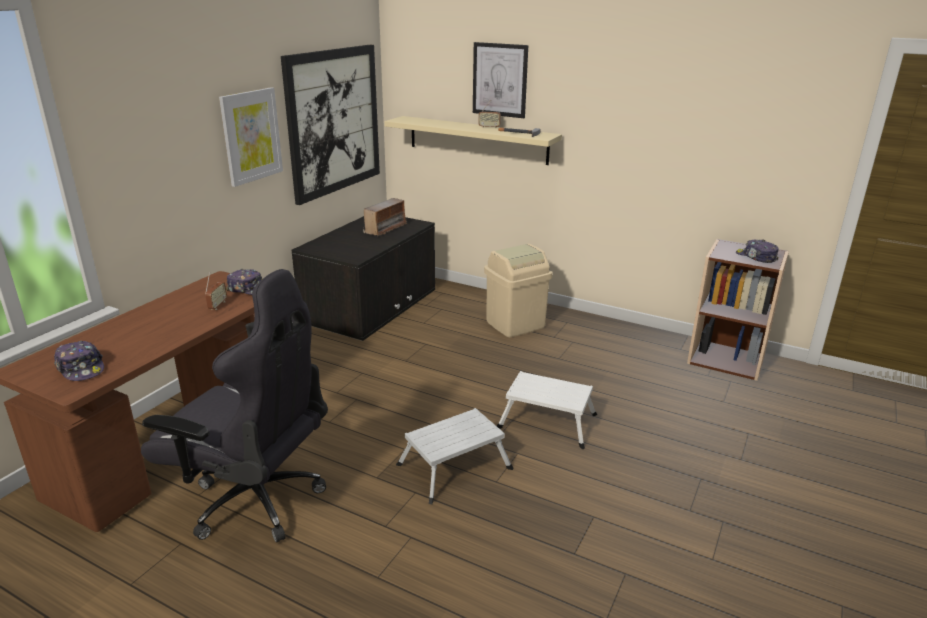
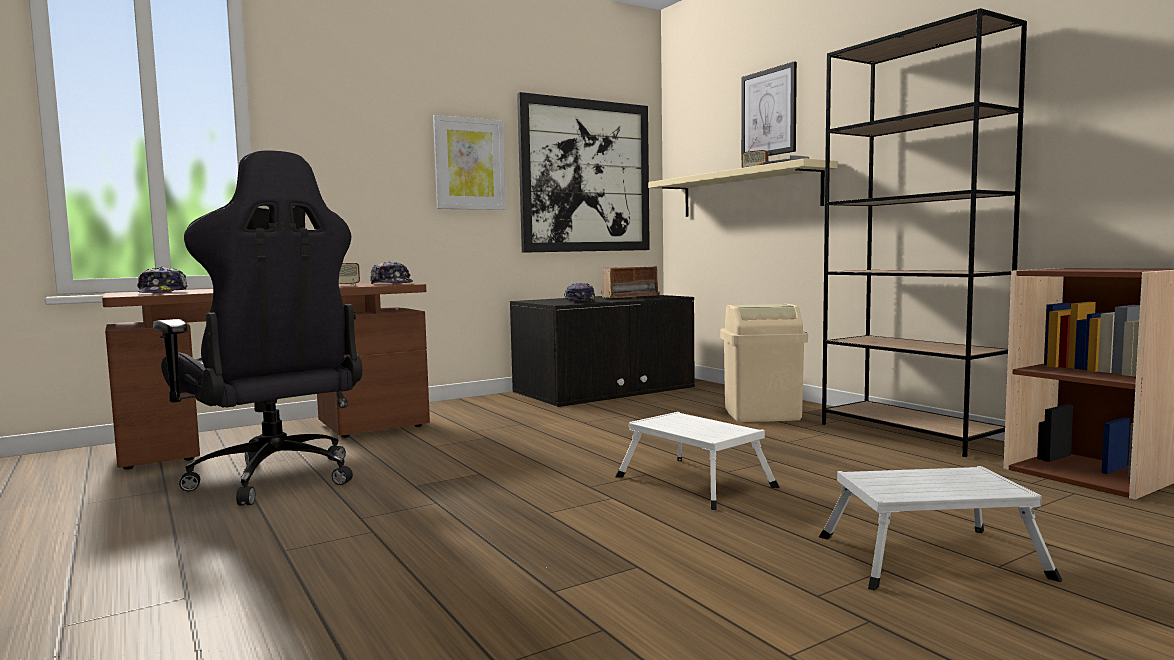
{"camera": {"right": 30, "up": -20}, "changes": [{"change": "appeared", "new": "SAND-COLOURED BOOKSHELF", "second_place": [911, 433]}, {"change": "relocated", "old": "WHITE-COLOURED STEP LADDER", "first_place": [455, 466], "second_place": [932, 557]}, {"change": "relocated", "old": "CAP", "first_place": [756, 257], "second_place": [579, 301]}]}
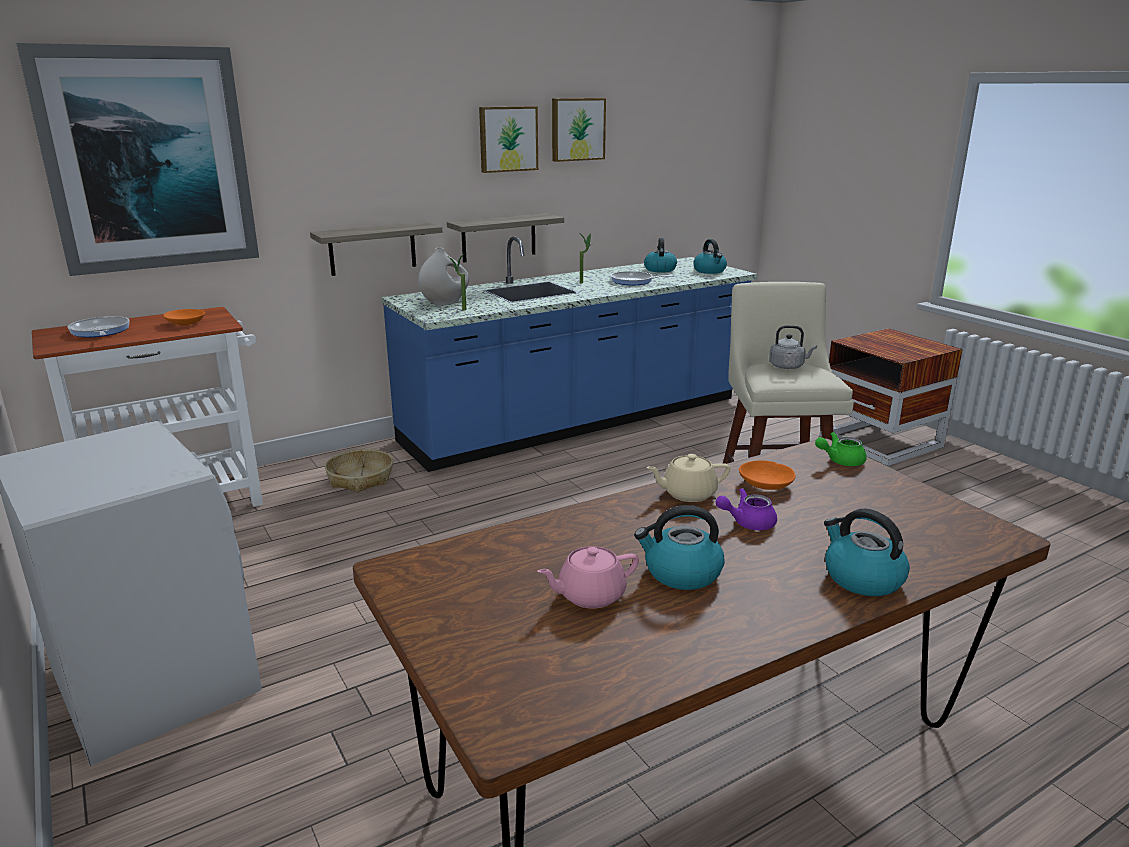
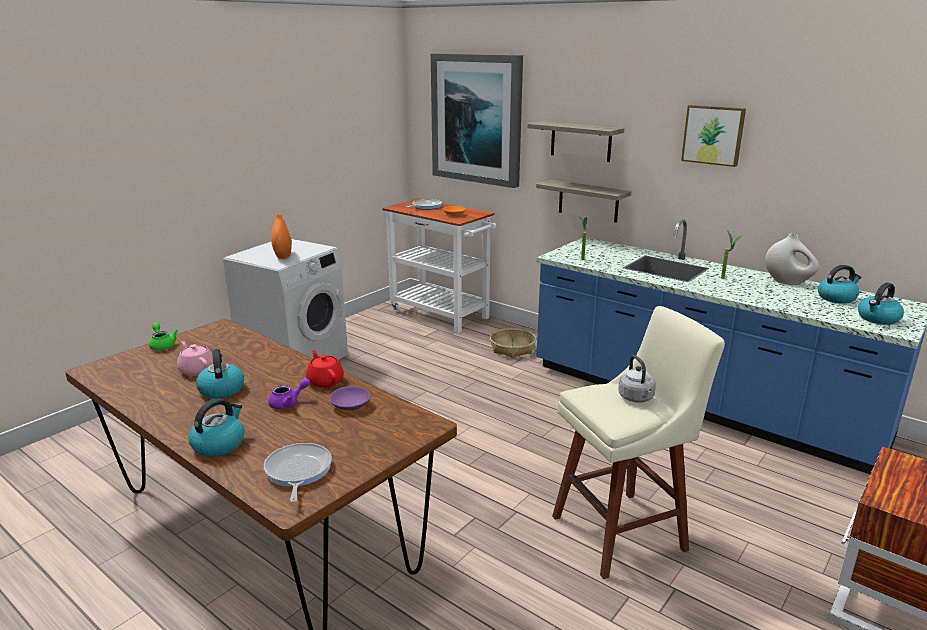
{"camera": {"right": 70, "up": 0}, "changes": [{"change": "missing", "old": "WALL ART", "first_place": [577, 129]}, {"change": "appeared", "new": "ORANGE FLOWER VASE", "second_place": [283, 256]}, {"change": "relocated", "old": "WHITE-COLOURED FLOWER VASE", "first_place": [445, 303], "second_place": [787, 282]}, {"change": "relocated", "old": "SHELF", "first_place": [499, 237], "second_place": [580, 141]}, {"change": "relocated", "old": "FRYING PAN", "first_place": [634, 281], "second_place": [297, 472]}, {"change": "relocated", "old": "GREEN-COLOURED TEAPOT", "first_place": [840, 461], "second_place": [162, 345]}, {"change": "colour", "old": "SAND-COLOURED TEAPOT", "new": "RED-COLOURED TEAPOT", "first_place": [688, 494], "second_place": [325, 381]}, {"change": "colour", "old": "ORANGE DEEP DISH", "new": "PURPLE DEEP DISH", "first_place": [766, 484], "second_place": [350, 405]}, {"change": "spun", "old": "PURPLE TEAPOT", "first_place": [747, 523], "second_place": [288, 403], "degrees": 90}]}
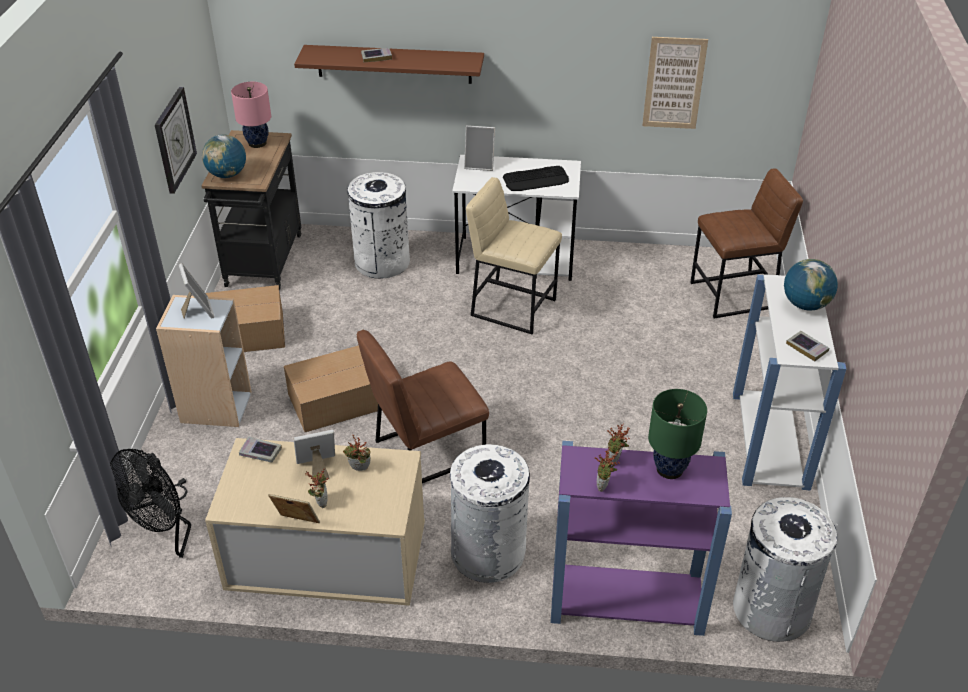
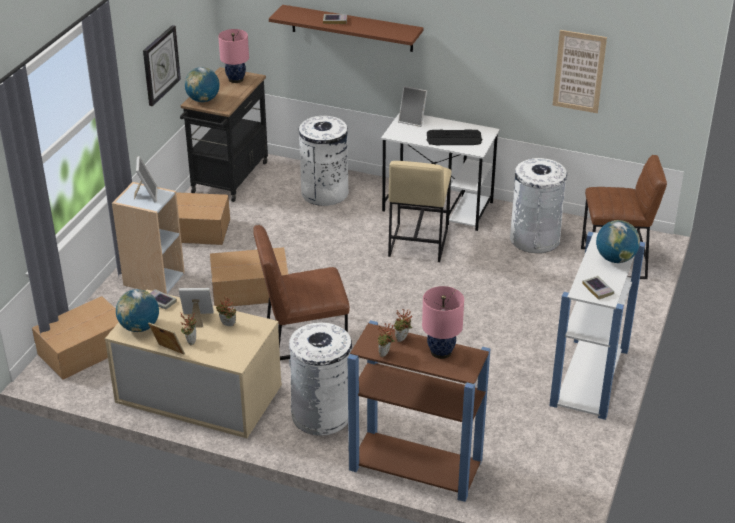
{"camera": {"right": 15, "up": -5}, "changes": [{"change": "appeared", "new": "GLOBE", "second_place": [139, 327]}, {"change": "relocated", "old": "WHITE-COLOURED TRASH CAN", "first_place": [771, 608], "second_place": [534, 239]}, {"change": "exchanged", "old": "BLACK FAN", "new": "CARDBOARD BOX", "first_place": [161, 521], "second_place": [86, 349]}, {"change": "colour", "old": "PURPLE BOOKSHELF", "new": "BROWN-COLOURED BOOKSHELF", "first_place": [625, 597], "second_place": [415, 464]}, {"change": "colour", "old": "GREEN-COLOURED LAMP FOR A TABLE", "new": "PINK LAMP FOR A TABLE", "first_place": [670, 469], "second_place": [441, 352]}, {"change": "spun", "old": "SAND-COLOURED CHAIR", "first_place": [512, 307], "second_place": [418, 243], "degrees": -120}]}
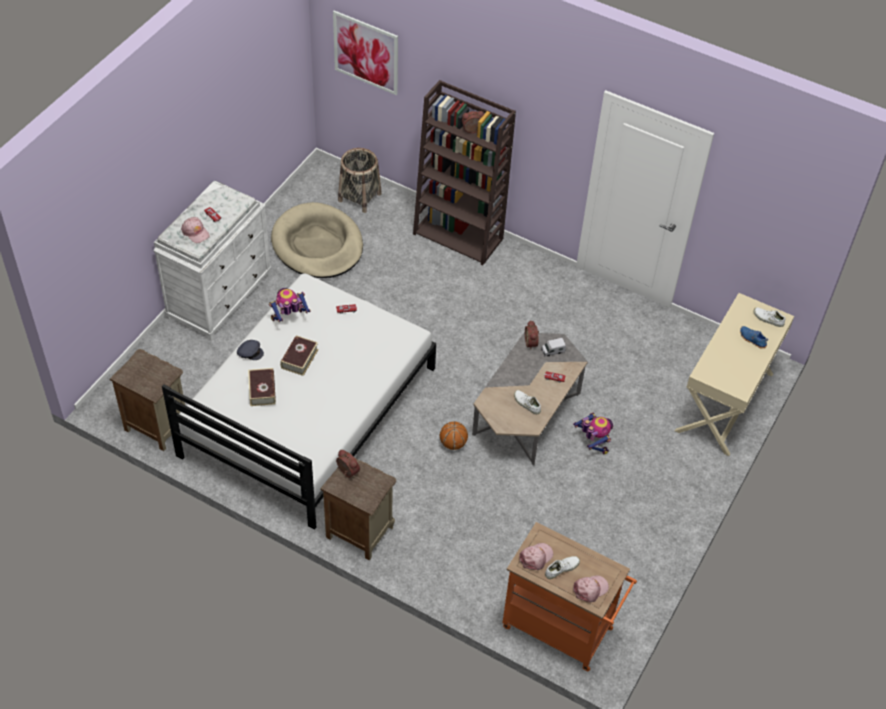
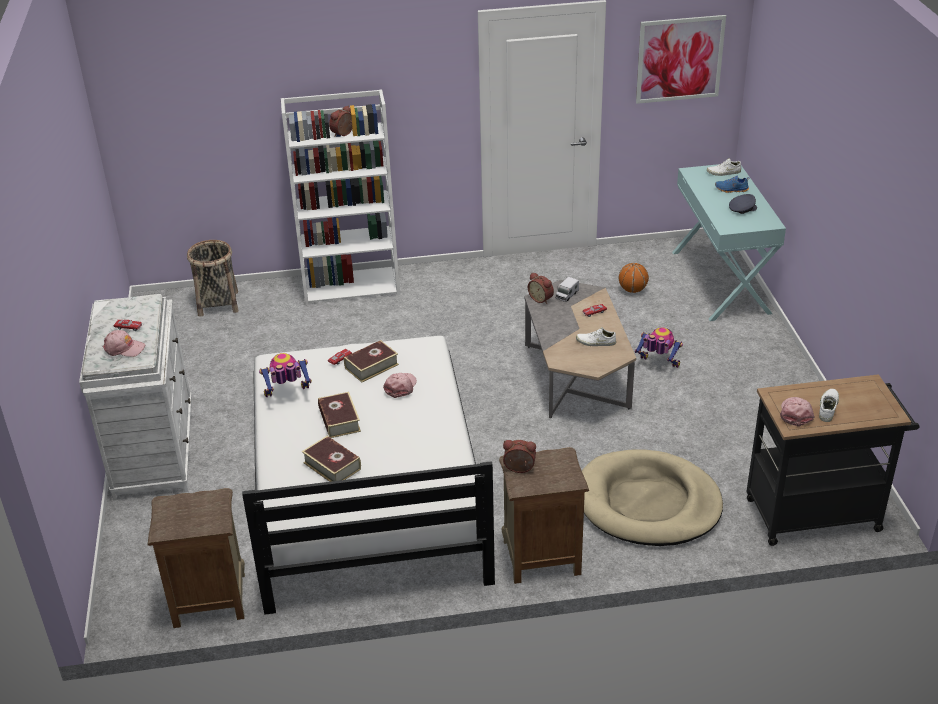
{"camera": {"right": -35, "up": -15}, "changes": [{"change": "appeared", "new": "BOUND BOOK", "second_place": [371, 366]}, {"change": "relocated", "old": "GREYISH CAP", "first_place": [250, 352], "second_place": [742, 209]}, {"change": "relocated", "old": "SAND-COLOURED PET BED", "first_place": [317, 245], "second_place": [648, 503]}, {"change": "relocated", "old": "WALL ART", "first_place": [366, 52], "second_place": [679, 59]}, {"change": "relocated", "old": "BALL FOR BASKETBALL", "first_place": [453, 443], "second_place": [632, 290]}, {"change": "relocated", "old": "PINK CAP", "first_place": [590, 589], "second_place": [400, 387]}, {"change": "colour", "old": "BROWN-COLOURED BOOKSHELF", "new": "WHITE-COLOURED BOOKSHELF", "first_place": [459, 236], "second_place": [352, 286]}, {"change": "colour", "old": "ORANGE TROLLEY", "new": "BLACK TROLLEY", "first_place": [560, 629], "second_place": [816, 515]}, {"change": "colour", "old": "SAND-COLOURED DESK UNIT", "new": "TURQUOISE-COLOURED DESK UNIT", "first_place": [725, 402], "second_place": [721, 282]}, {"change": "spun", "old": "MODEL ROBOT", "first_place": [289, 318], "second_place": [288, 395], "degrees": 45}]}
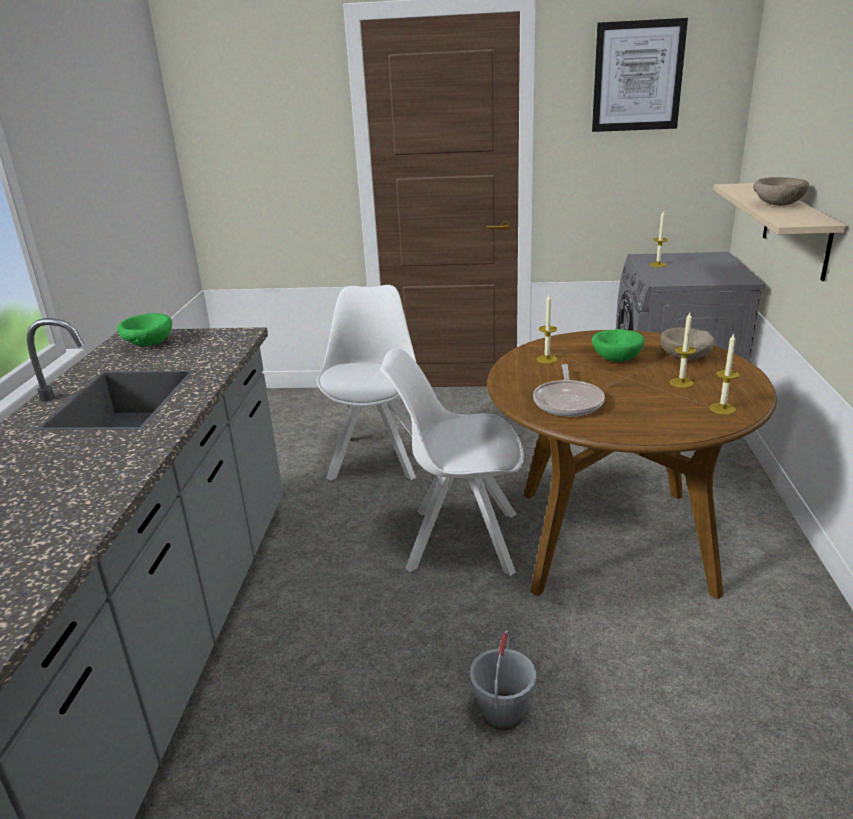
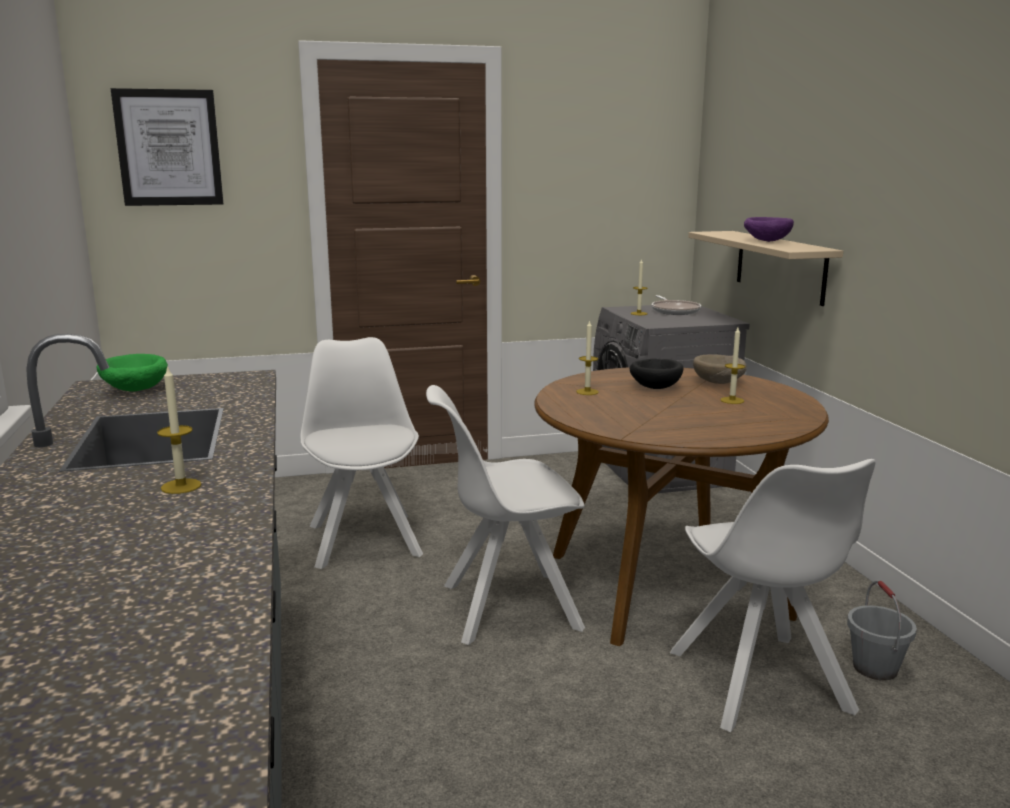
{"camera": {"right": -20, "up": -10}, "changes": [{"change": "appeared", "new": "WHITE-COLOURED CHAIR", "second_place": [759, 683]}, {"change": "relocated", "old": "GREYISH BUCKET", "first_place": [503, 713], "second_place": [875, 668]}, {"change": "relocated", "old": "FRYING PAN", "first_place": [568, 401], "second_place": [674, 311]}, {"change": "relocated", "old": "WALL ART", "first_place": [637, 76], "second_place": [169, 148]}, {"change": "relocated", "old": "WAX LIGHT", "first_place": [722, 408], "second_place": [181, 486]}, {"change": "colour", "old": "GREEN-COLOURED DEEP DISH", "new": "BLACK DEEP DISH", "first_place": [617, 358], "second_place": [655, 387]}, {"change": "colour", "old": "SAND-COLOURED DEEP DISH", "new": "PURPLE DEEP DISH", "first_place": [776, 205], "second_place": [766, 241]}]}
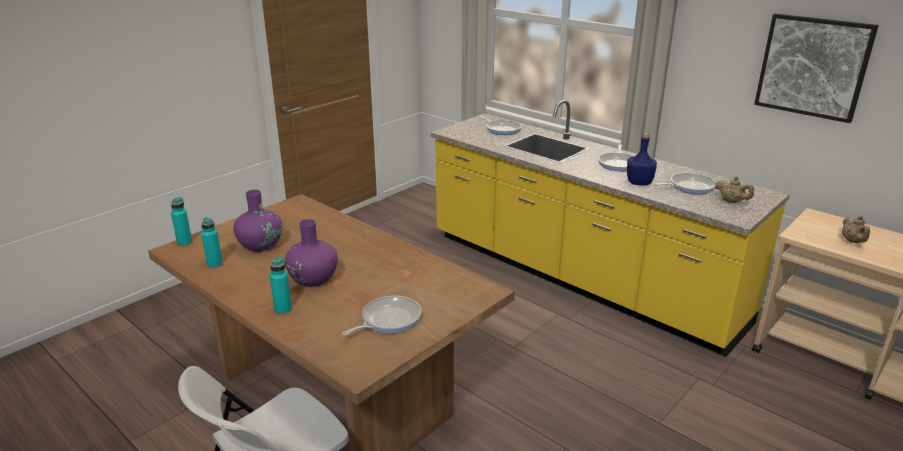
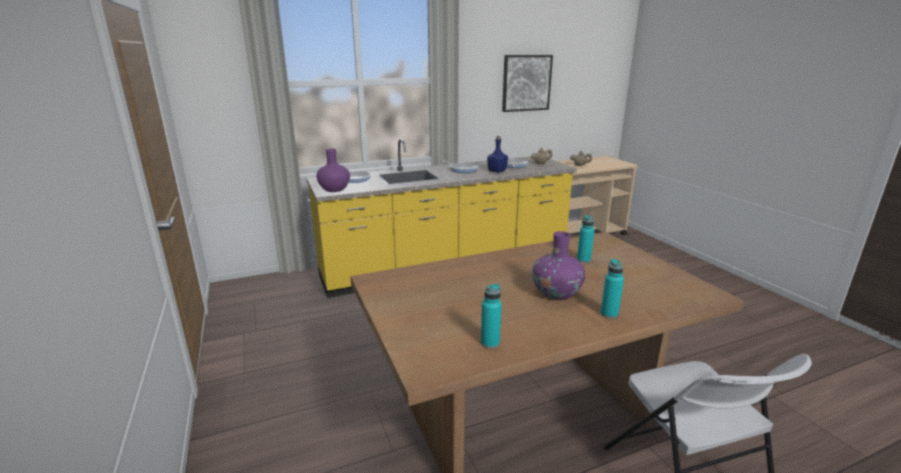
{"camera": {"right": -65, "up": -5}, "changes": [{"change": "missing", "old": "FRYING PAN", "first_place": [388, 320]}, {"change": "relocated", "old": "TURQUOISE-COLOURED DRINK BOTTLE", "first_place": [184, 243], "second_place": [583, 260]}, {"change": "relocated", "old": "PURPLE FLOWER VASE", "first_place": [260, 245], "second_place": [334, 189]}]}
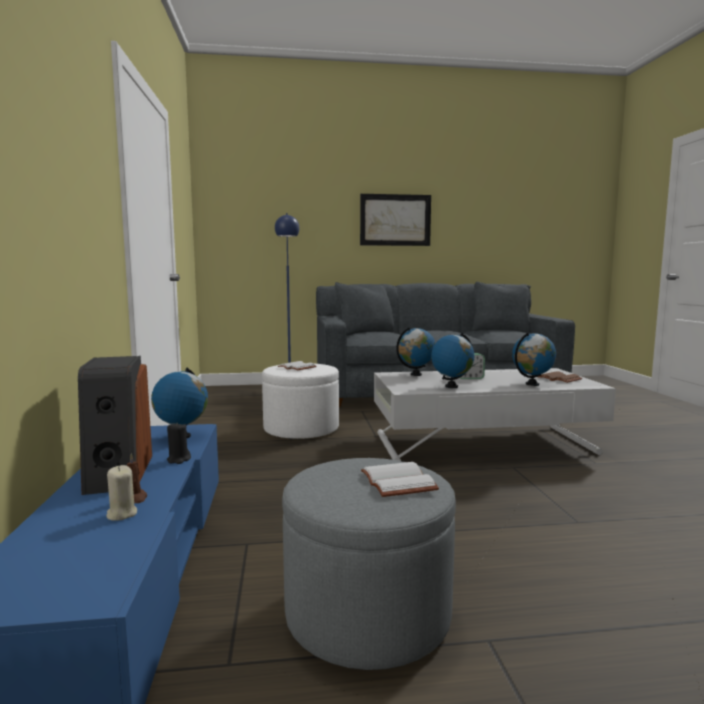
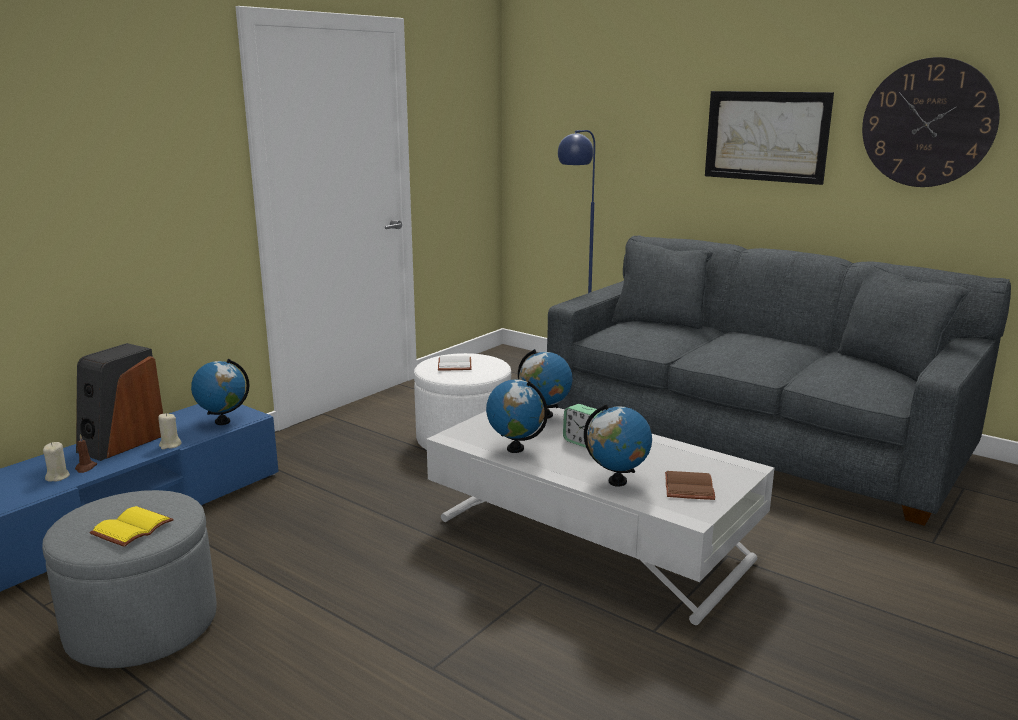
{"camera": {"right": 45, "up": 10}, "changes": [{"change": "appeared", "new": "WALL CLOCK", "second_place": [928, 123]}, {"change": "colour", "old": "BLACK WAX LIGHT", "new": "SAND-COLOURED WAX LIGHT", "first_place": [178, 459], "second_place": [170, 445]}, {"change": "colour", "old": "WHITE-COLOURED BOUND BOOK", "new": "YELLOW-COLOURED BOUND BOOK", "first_place": [400, 482], "second_place": [133, 529]}]}
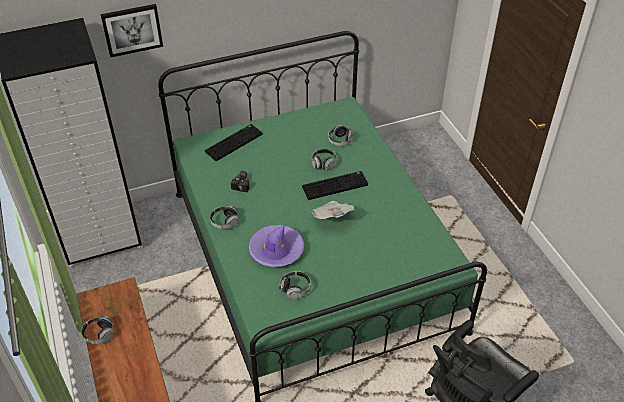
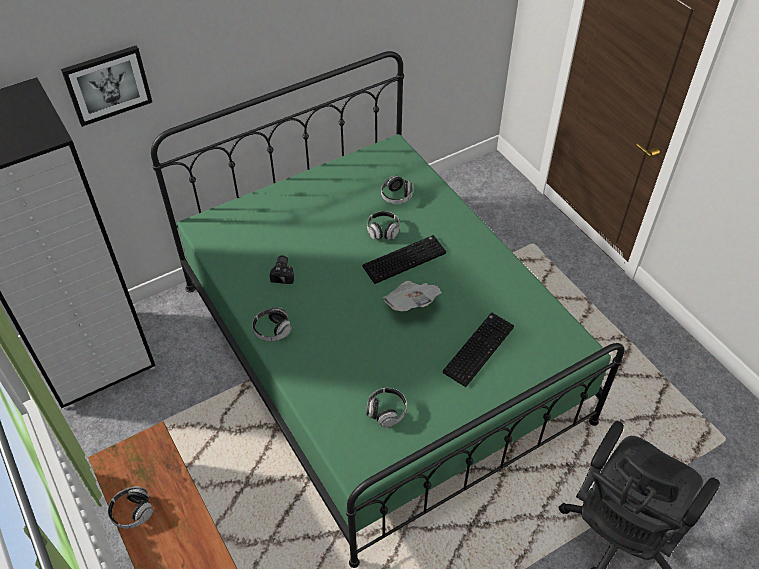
{"camera": {"right": -10, "up": 5}, "changes": [{"change": "missing", "old": "PURPLE WEARABLE HAT", "first_place": [276, 250]}, {"change": "relocated", "old": "COMPUTER KEYBOARD", "first_place": [234, 142], "second_place": [478, 348]}]}
